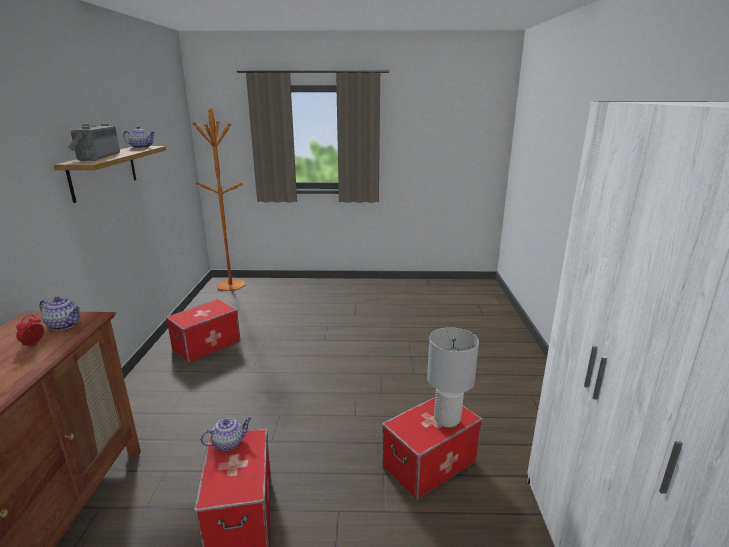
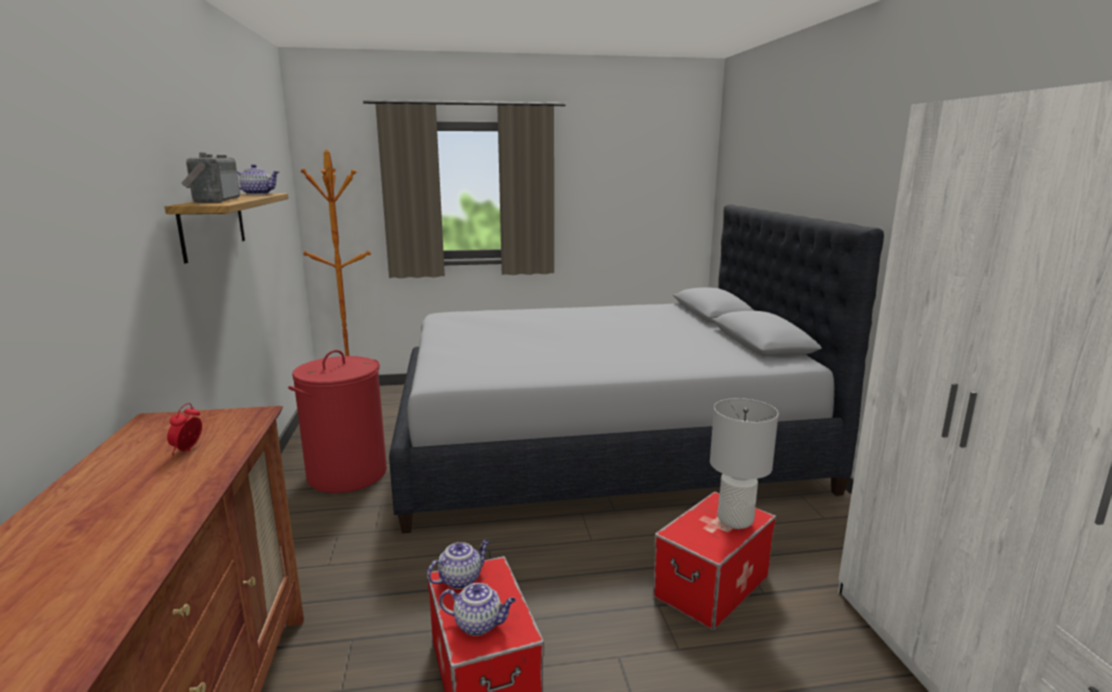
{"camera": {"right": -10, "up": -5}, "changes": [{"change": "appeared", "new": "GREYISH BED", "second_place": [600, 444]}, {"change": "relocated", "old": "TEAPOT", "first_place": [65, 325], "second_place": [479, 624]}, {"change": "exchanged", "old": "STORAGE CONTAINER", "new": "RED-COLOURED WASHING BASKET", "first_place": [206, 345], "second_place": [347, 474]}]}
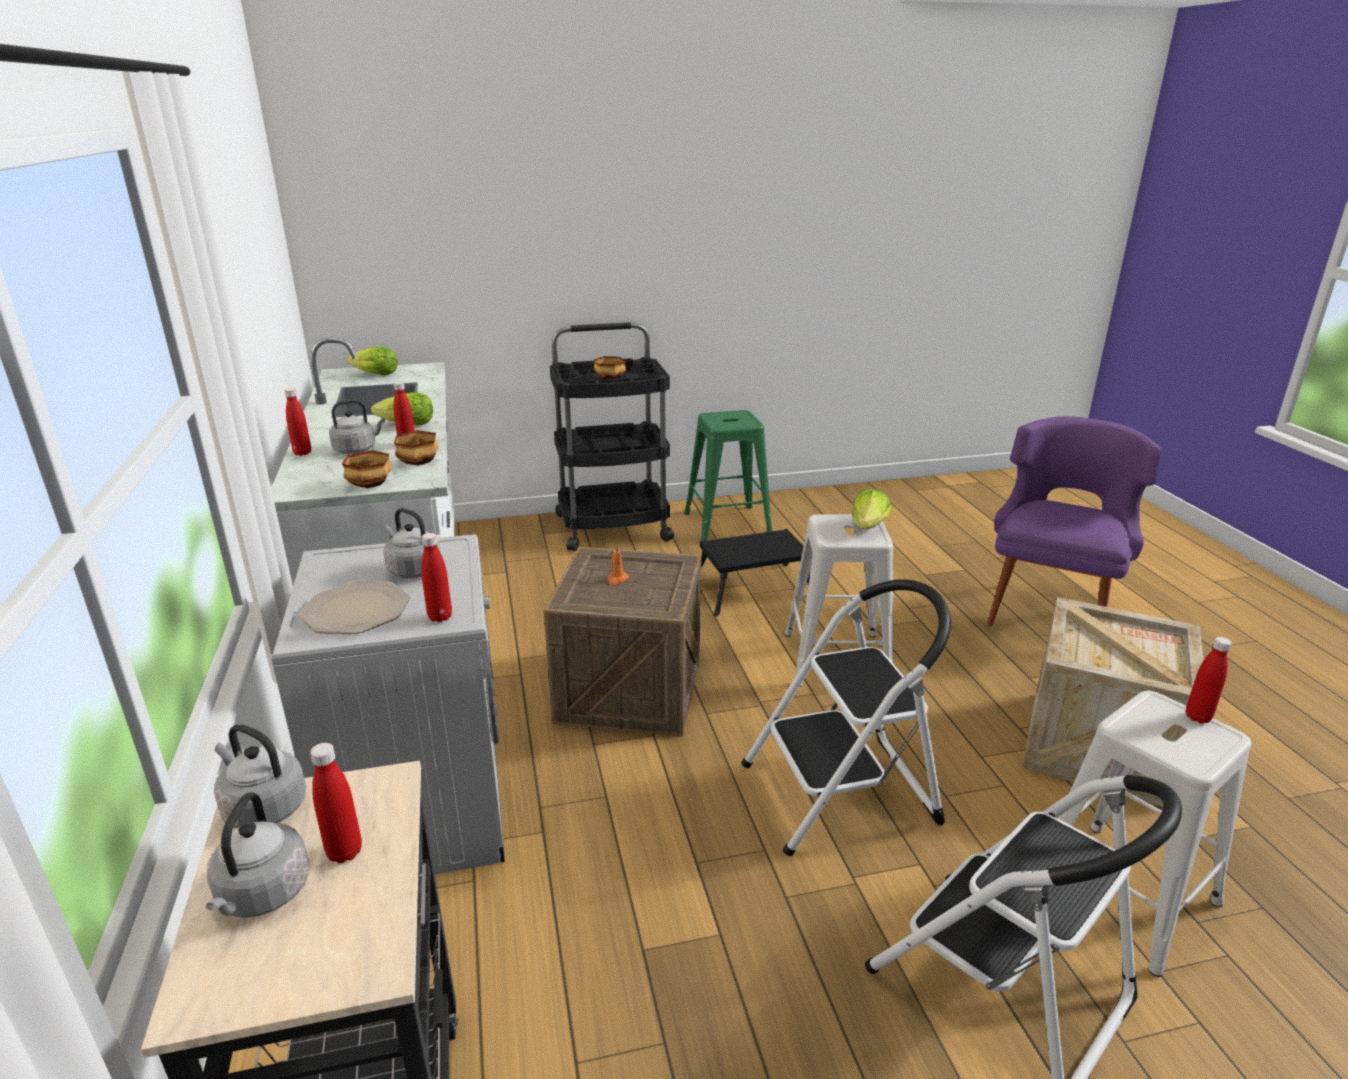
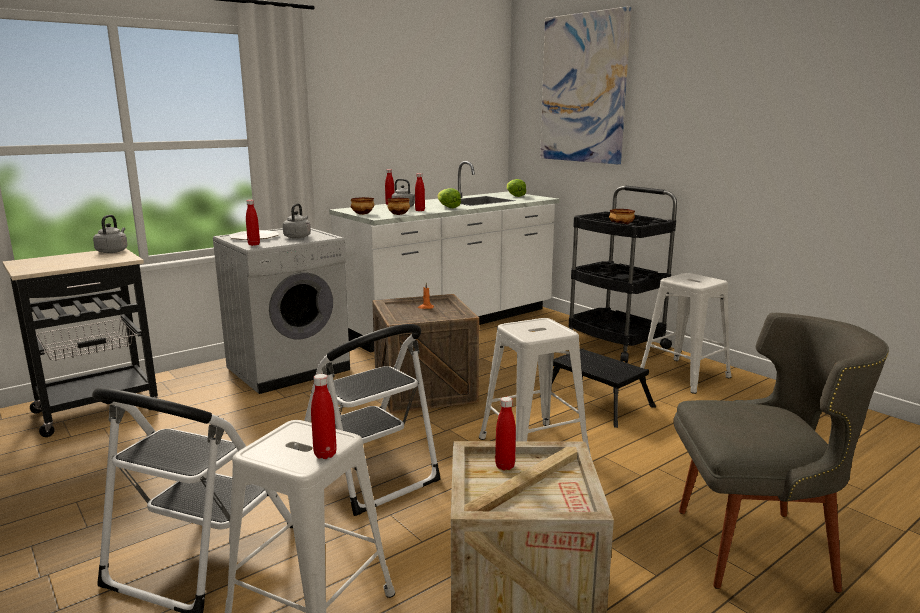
{"camera": {"right": 65, "up": -10}, "changes": [{"change": "missing", "old": "GREYISH KETTLE", "first_place": [262, 895]}, {"change": "missing", "old": "HEAD OF LETTUCE", "first_place": [869, 526]}, {"change": "appeared", "new": "WALL ART", "second_place": [583, 89]}, {"change": "relocated", "old": "RED-COLOURED DRINK BOTTLE", "first_place": [344, 852], "second_place": [505, 466]}, {"change": "colour", "old": "GREEN-COLOURED SITTING STOOL", "new": "WHITE-COLOURED SITTING STOOL", "first_place": [727, 524], "second_place": [684, 375]}, {"change": "colour", "old": "PURPLE CHAIR", "new": "GREYISH CHAIR", "first_place": [1047, 616], "second_place": [751, 548]}]}
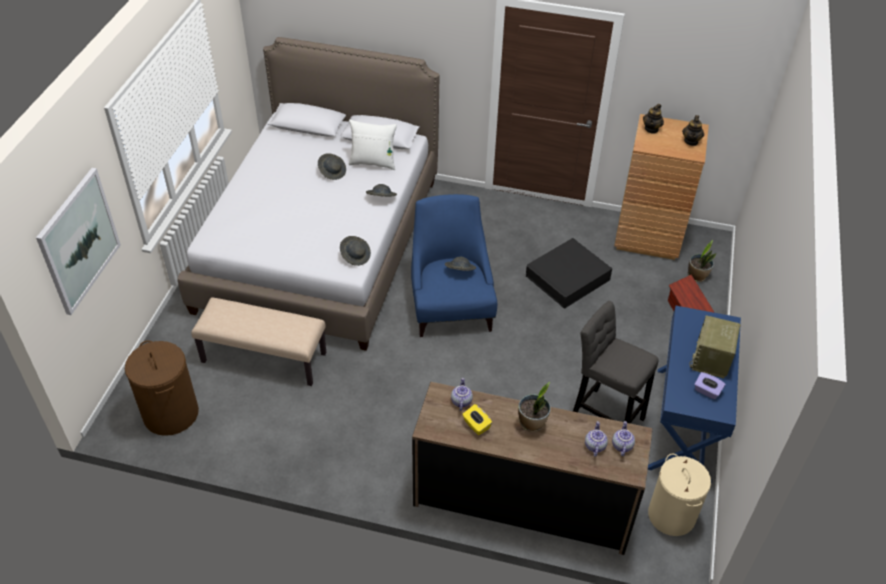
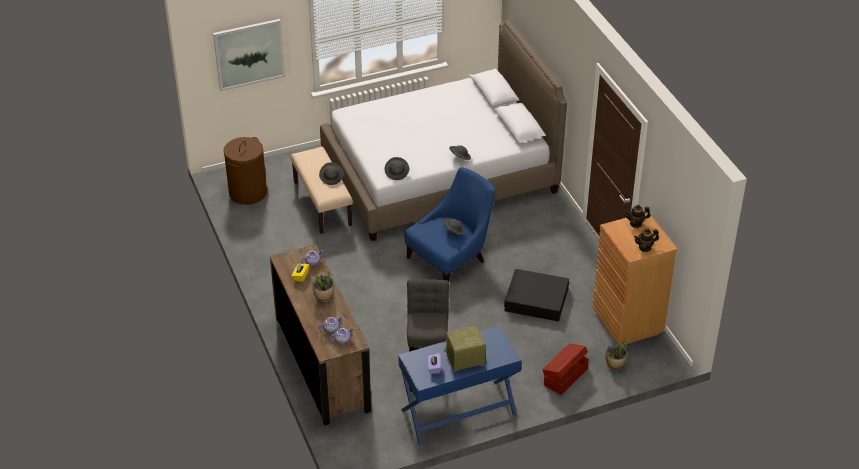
{"camera": {"right": 55, "up": -5}, "changes": [{"change": "missing", "old": "WHITE-COLOURED PILLOW", "first_place": [373, 163]}, {"change": "missing", "old": "SAND-COLOURED WASHING BASKET", "first_place": [671, 515]}, {"change": "relocated", "old": "GREYISH WEARABLE HAT", "first_place": [332, 172], "second_place": [331, 178]}]}
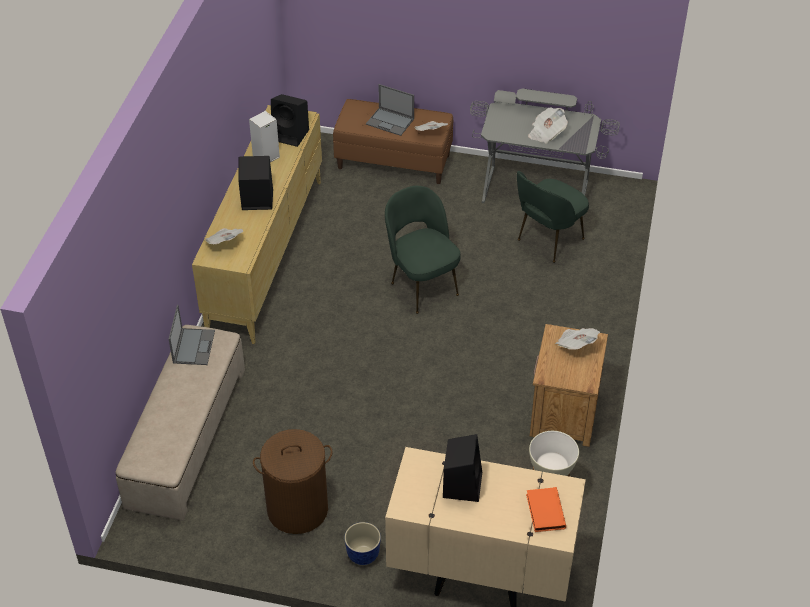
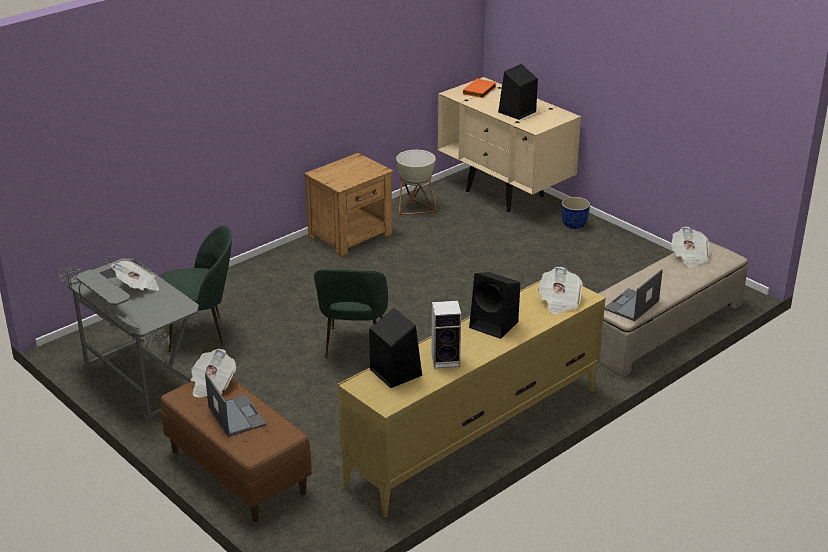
{"camera": {"right": -145, "up": -15}, "changes": [{"change": "missing", "old": "BROWN-COLOURED WASHING BASKET", "first_place": [297, 509]}, {"change": "relocated", "old": "PRINTED PAPER", "first_place": [576, 345], "second_place": [689, 257]}]}
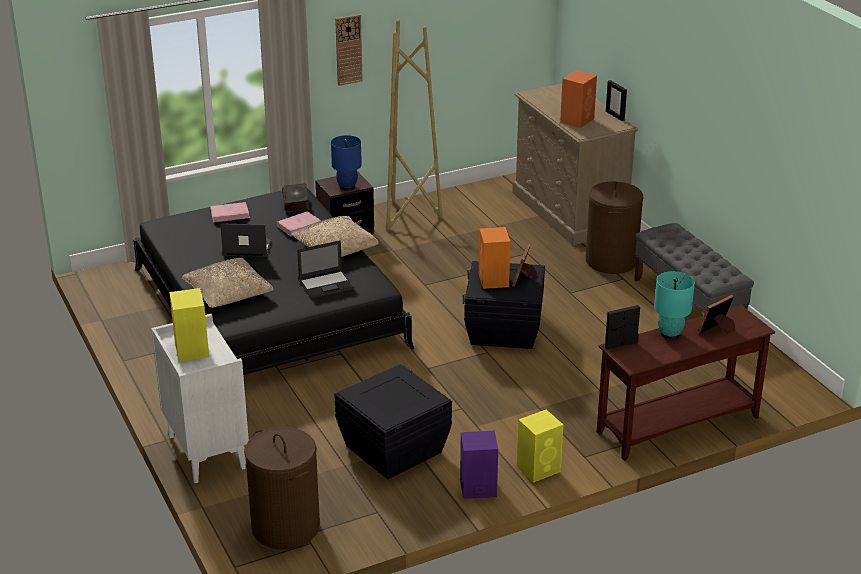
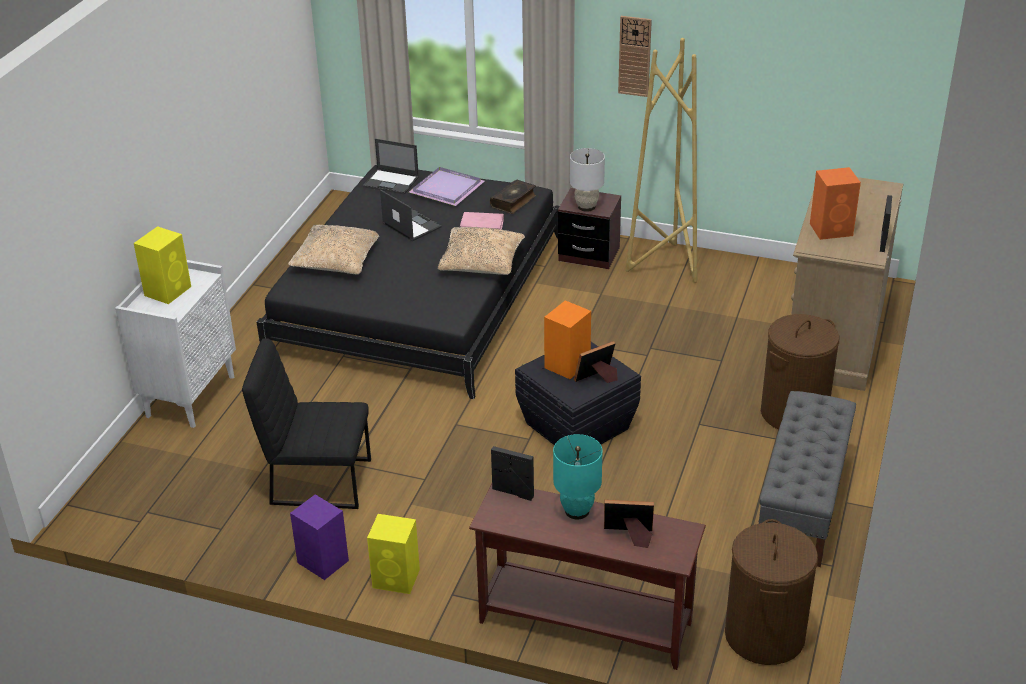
{"camera": {"right": 45, "up": 5}, "changes": [{"change": "relocated", "old": "BROWN-COLOURED WASHING BASKET", "first_place": [285, 527], "second_place": [764, 635]}, {"change": "relocated", "old": "LAPTOP", "first_place": [327, 284], "second_place": [392, 182]}, {"change": "exchanged", "old": "PINK BOUND BOOK", "new": "PURPLE TRAY", "first_place": [230, 214], "second_place": [446, 188]}, {"change": "exchanged", "old": "BLACK STORAGE CONTAINER", "new": "BLACK CHAIR", "first_place": [394, 448], "second_place": [317, 481]}, {"change": "colour", "old": "BLUE LAMP FOR A TABLE", "new": "WHITE-COLOURED LAMP FOR A TABLE", "first_place": [347, 187], "second_place": [586, 207]}]}
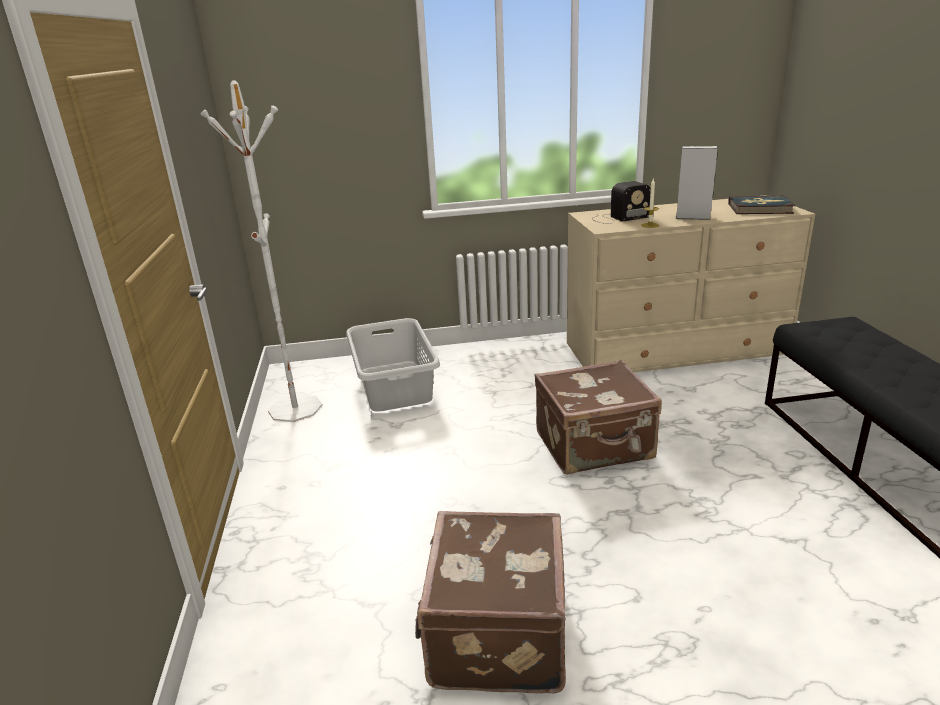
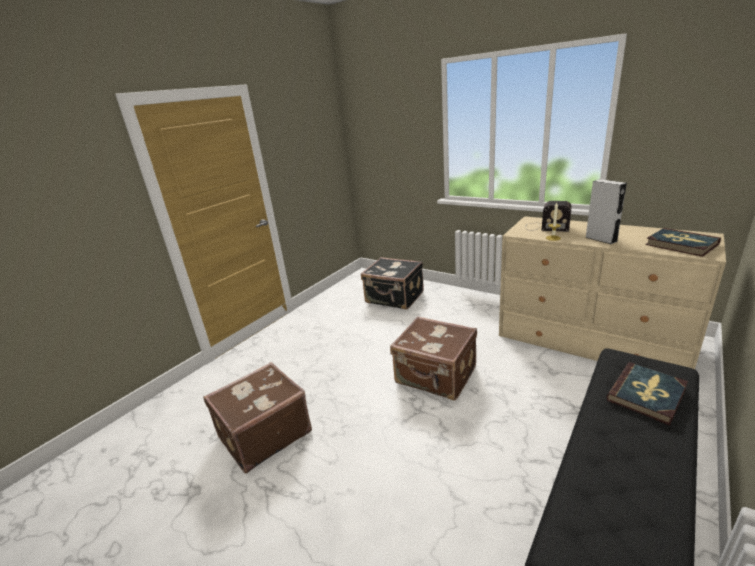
{"camera": {"right": 45, "up": 0}, "changes": [{"change": "missing", "old": "WHITE-COLOURED CLOTHES RACK", "first_place": [295, 408]}, {"change": "appeared", "new": "BOUND BOOK", "second_place": [647, 394]}, {"change": "exchanged", "old": "GREYISH WASHING BASKET", "new": "BLACK SUITCASE", "first_place": [395, 385], "second_place": [394, 298]}]}
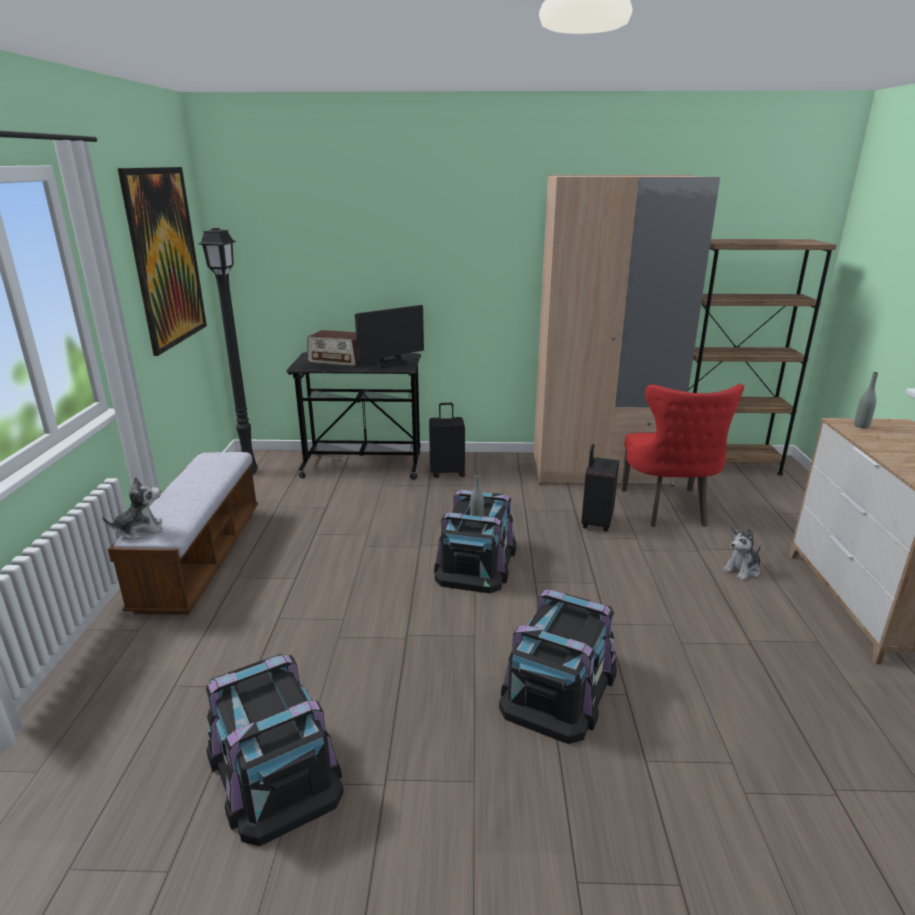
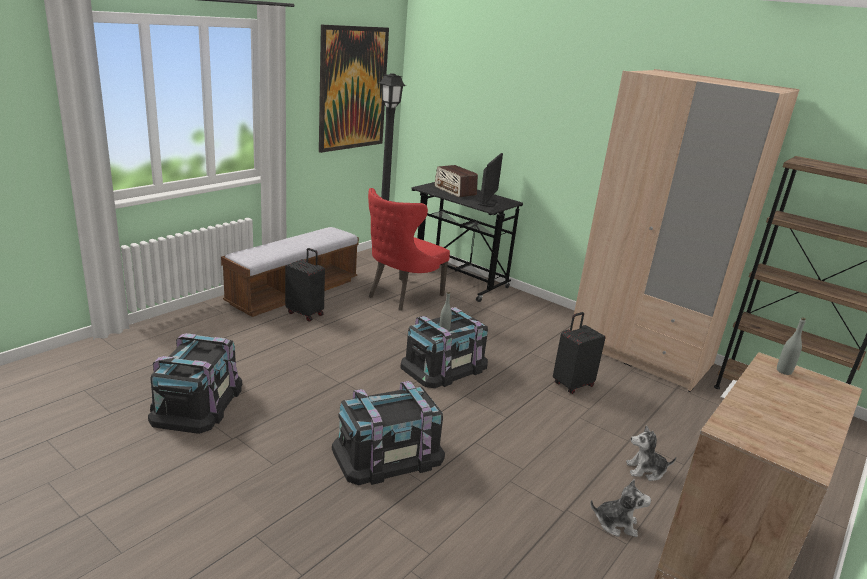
{"camera": {"right": 35, "up": 0}, "changes": [{"change": "relocated", "old": "SOFT TOY", "first_place": [140, 530], "second_place": [616, 524]}, {"change": "relocated", "old": "BLACK SUITCASE", "first_place": [447, 472], "second_place": [305, 313]}, {"change": "relocated", "old": "RED-COLOURED CHAIR", "first_place": [668, 509], "second_place": [401, 295]}, {"change": "spun", "old": "COMPUTER SCREEN", "first_place": [390, 363], "second_place": [487, 203], "degrees": -75}]}
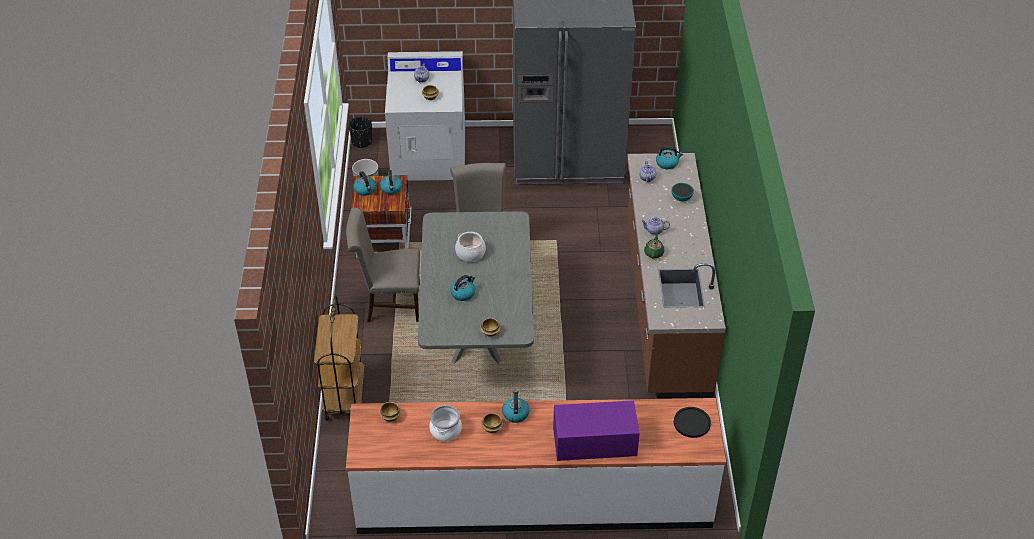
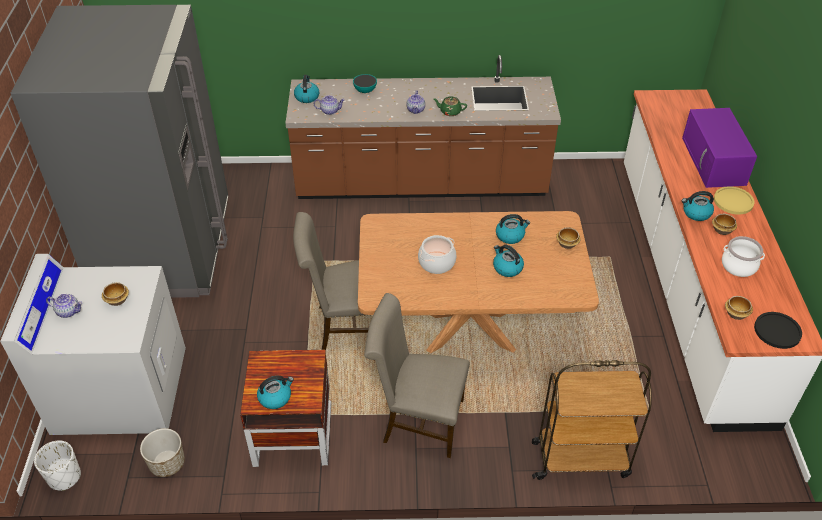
{"camera": {"right": -90, "up": 0}, "changes": [{"change": "appeared", "new": "YELLOW-COLOURED FLAT DISH", "second_place": [733, 201]}, {"change": "relocated", "old": "KETTLE", "first_place": [391, 189], "second_place": [510, 235]}, {"change": "relocated", "old": "BLACK FLAT DISH", "first_place": [692, 423], "second_place": [777, 331]}, {"change": "colour", "old": "BLACK FLOWER POT", "new": "WHITE-COLOURED FLOWER POT", "first_place": [362, 142], "second_place": [64, 477]}, {"change": "colour", "old": "GREYISH DINNER TABLE", "new": "BROWN-COLOURED DINNER TABLE", "first_place": [477, 335], "second_place": [468, 330]}, {"change": "spun", "old": "SAND-COLOURED CHAIR", "first_place": [389, 303], "second_place": [417, 420], "degrees": 105}]}
